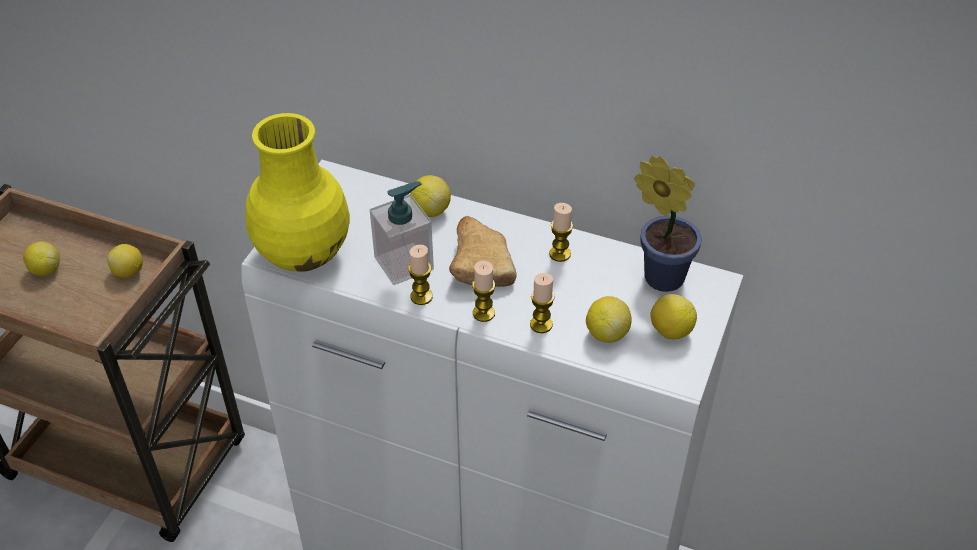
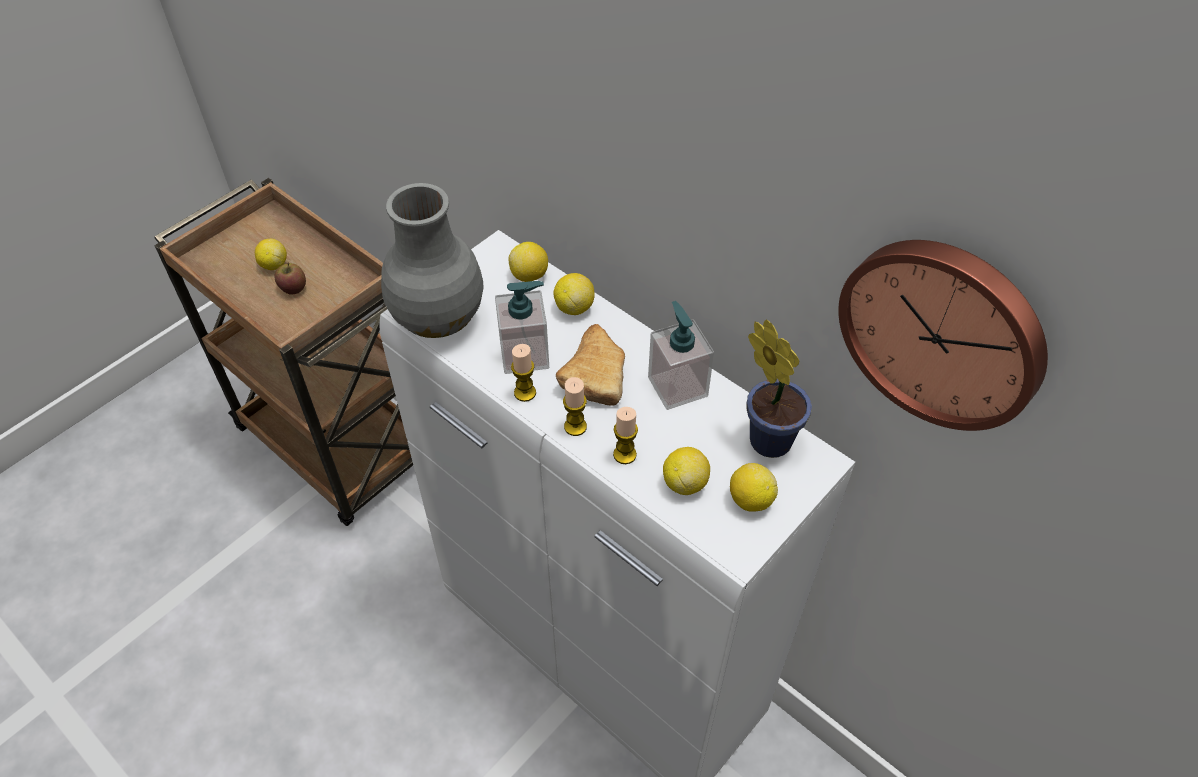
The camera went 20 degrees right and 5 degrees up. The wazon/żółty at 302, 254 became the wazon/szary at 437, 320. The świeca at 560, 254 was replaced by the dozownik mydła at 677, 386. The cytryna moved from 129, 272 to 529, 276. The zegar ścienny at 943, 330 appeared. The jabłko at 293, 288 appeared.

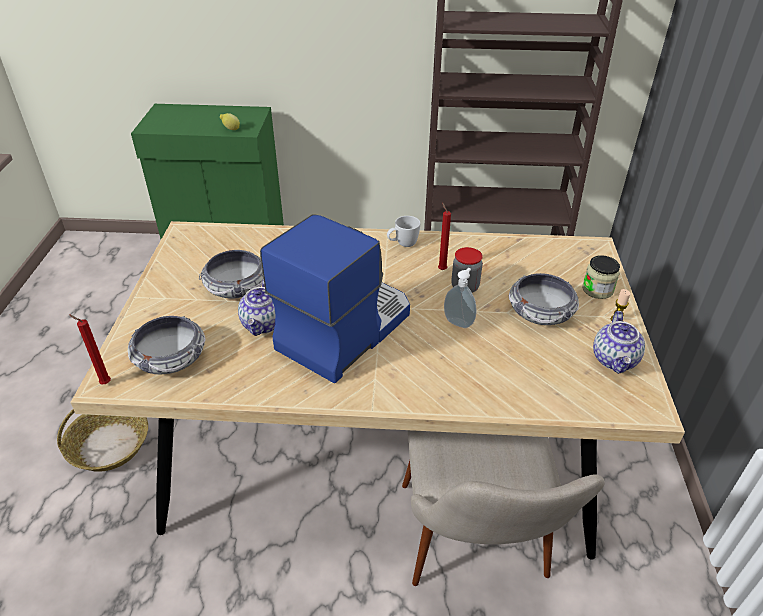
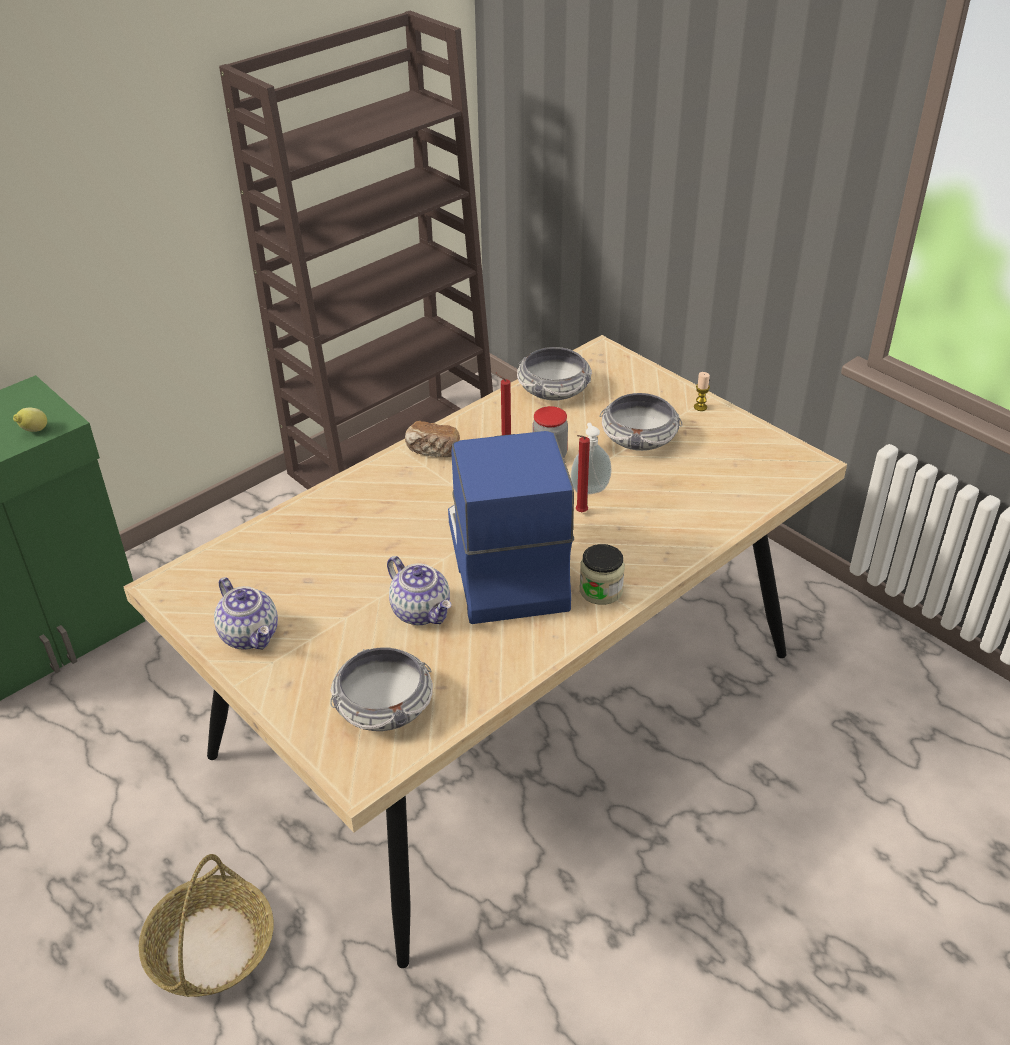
The camera went 45 degrees left and 0 degrees up. The kubek/biały at 402, 245 was replaced by the chleb at 433, 451. The miska moved from 236, 287 to 554, 389. The słoik moved from 597, 289 to 601, 590. The imbryk moved from 615, 360 to 251, 635. The świeca/czerwony moved from 104, 383 to 580, 513. The krzesło/beżowy at 477, 555 disappeared.

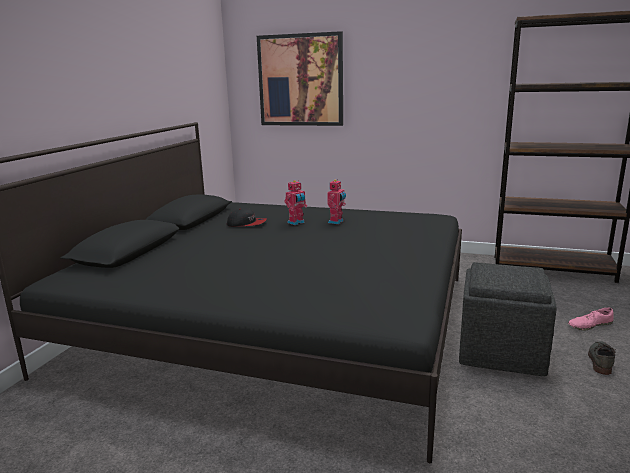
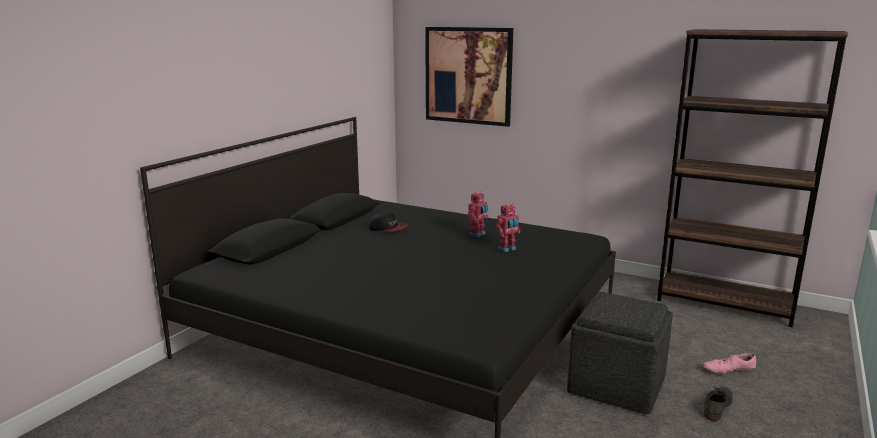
The camera went 10 degrees right and 0 degrees up. The robot zabawkowy moved from 296, 223 to 507, 249.

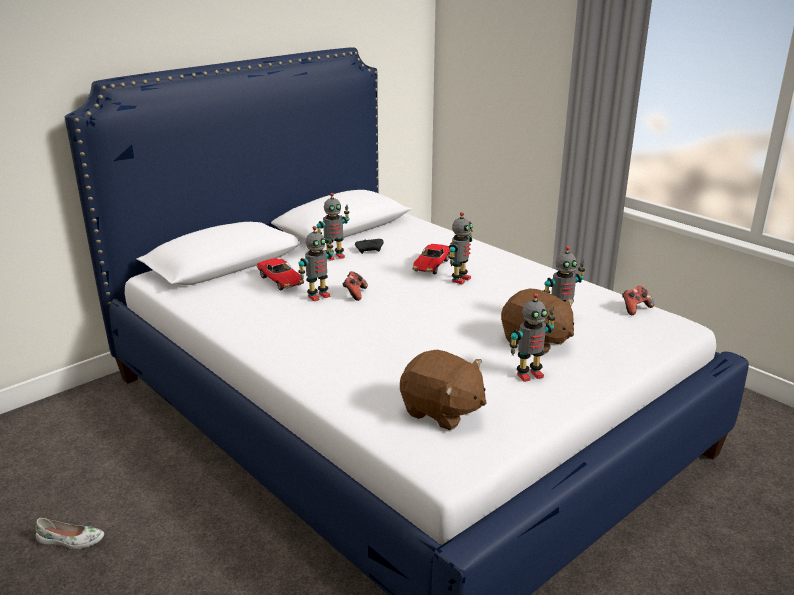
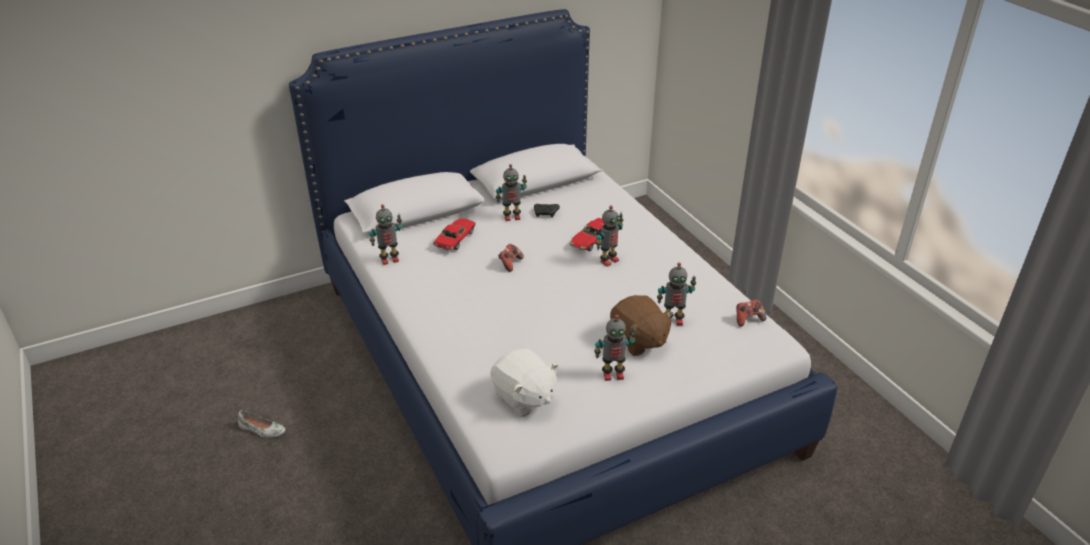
The camera went 15 degrees right and 10 degrees up. The robot zabawkowy moved from 318, 296 to 389, 259. The samochodzik at 281, 281 turned 135 degrees counterclockwise. The pluszak/brązowy at 442, 411 became the pluszak/biały at 524, 397.

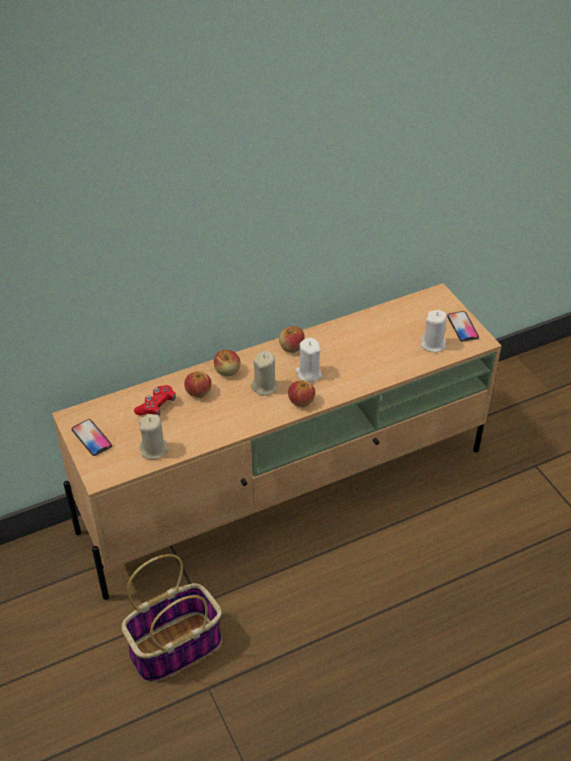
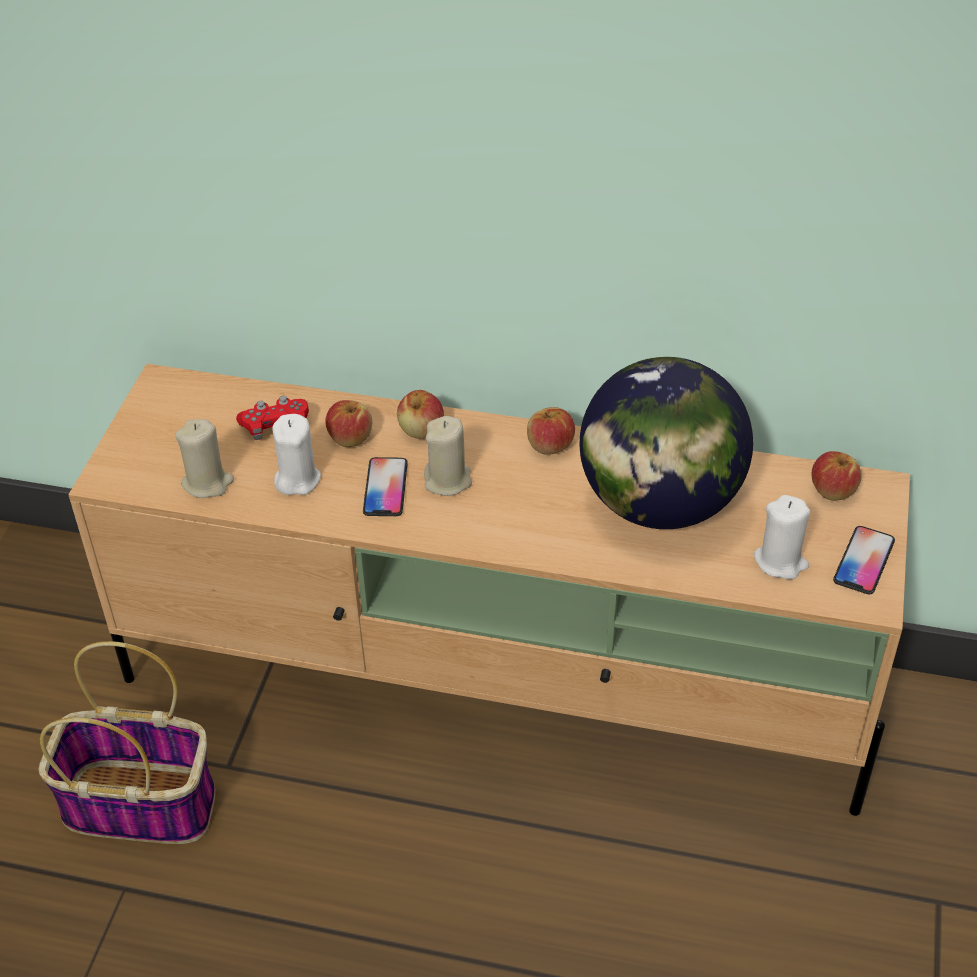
The camera went 40 degrees right and 0 degrees up. The świeca/biały moved from 308, 374 to 297, 479. The jabłko moved from 301, 401 to 832, 490. The telefon moved from 91, 438 to 385, 488. The globus at 659, 504 appeared.

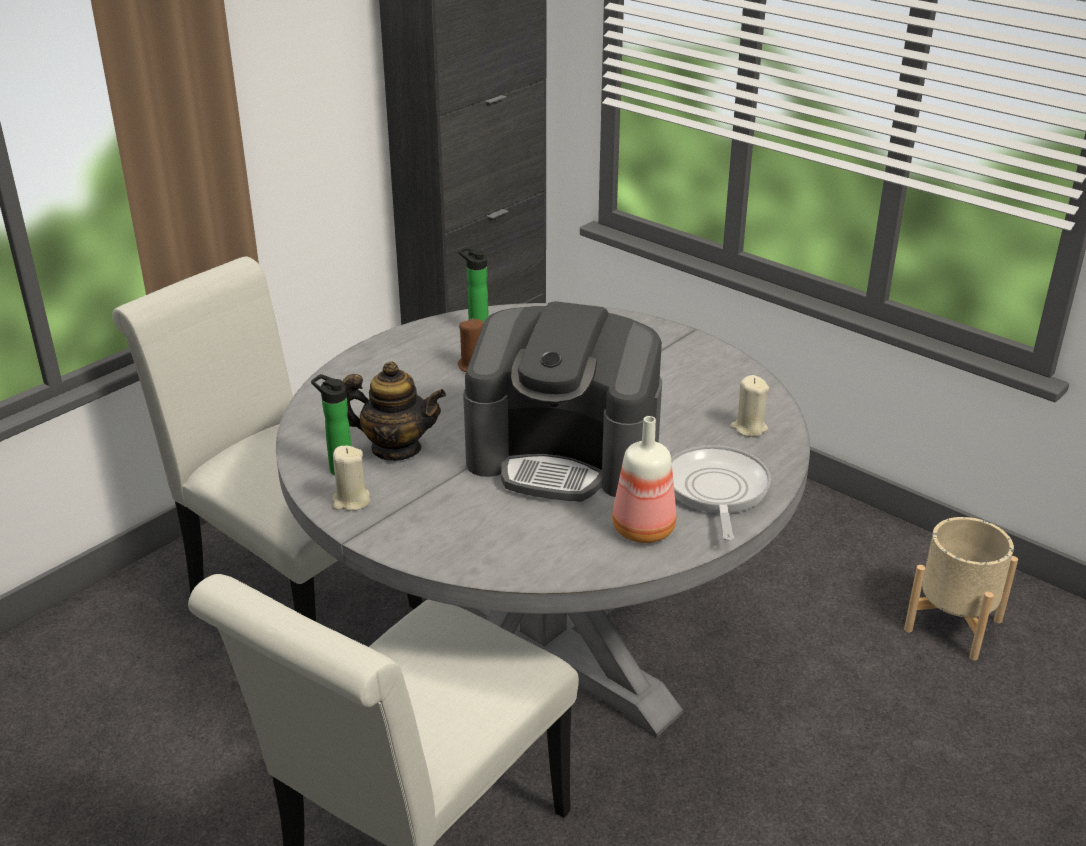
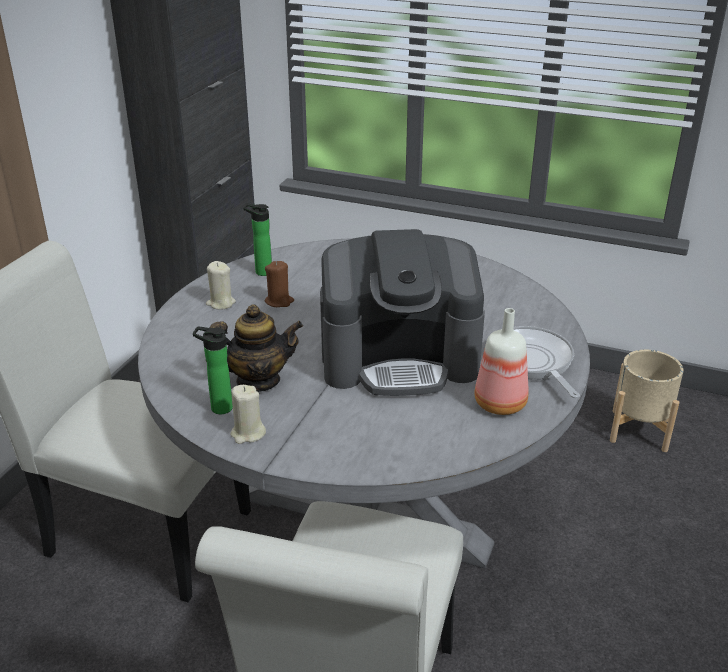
The camera went 20 degrees left and 0 degrees up. The świeca/beżowy moved from 748, 428 to 220, 303.

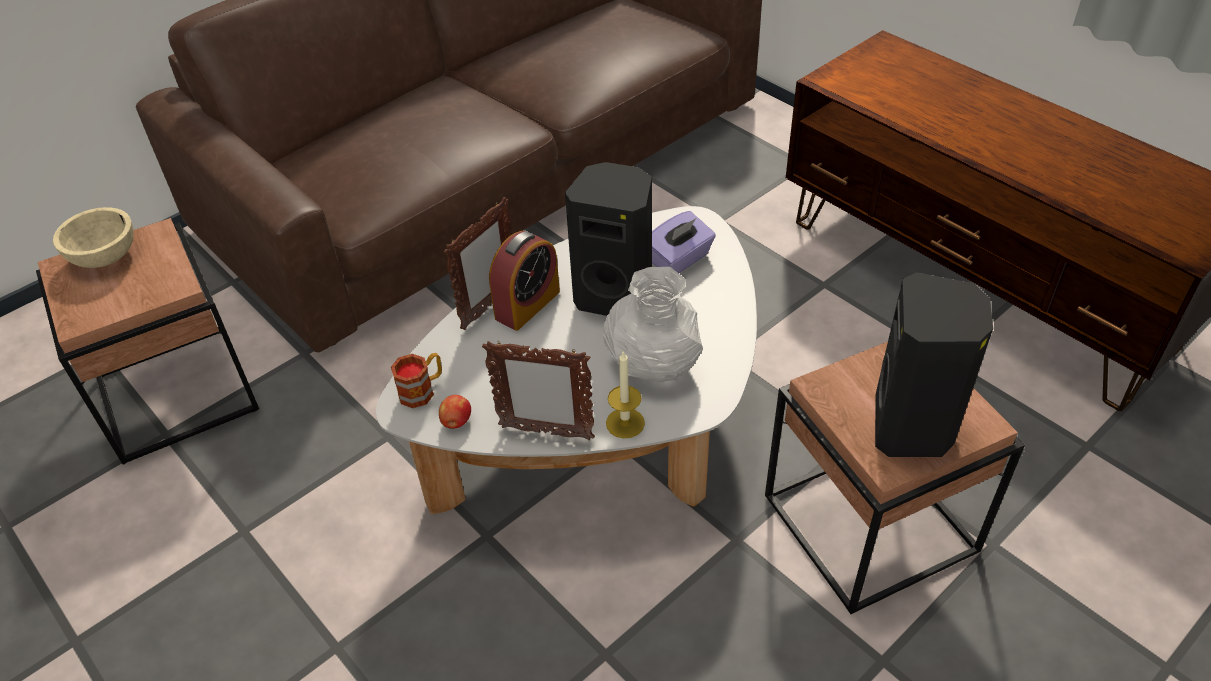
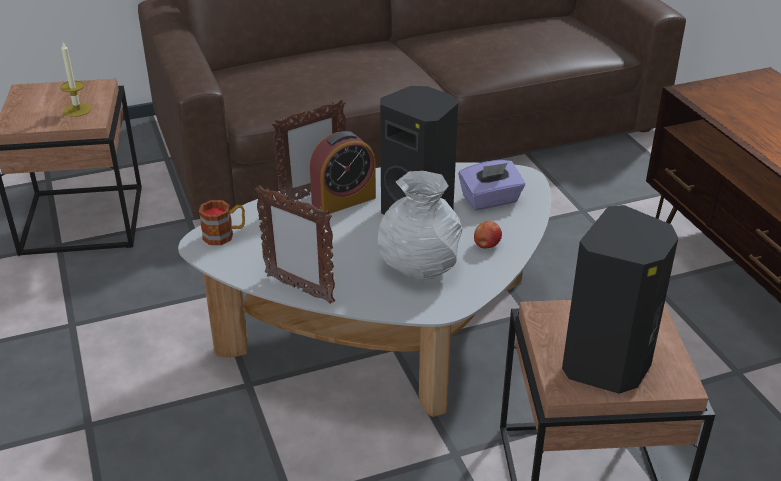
The camera went 20 degrees right and 10 degrees down. The miska/beżowy at 105, 256 disappeared. The świeca moved from 625, 423 to 77, 110. The jabłko moved from 456, 422 to 486, 245.

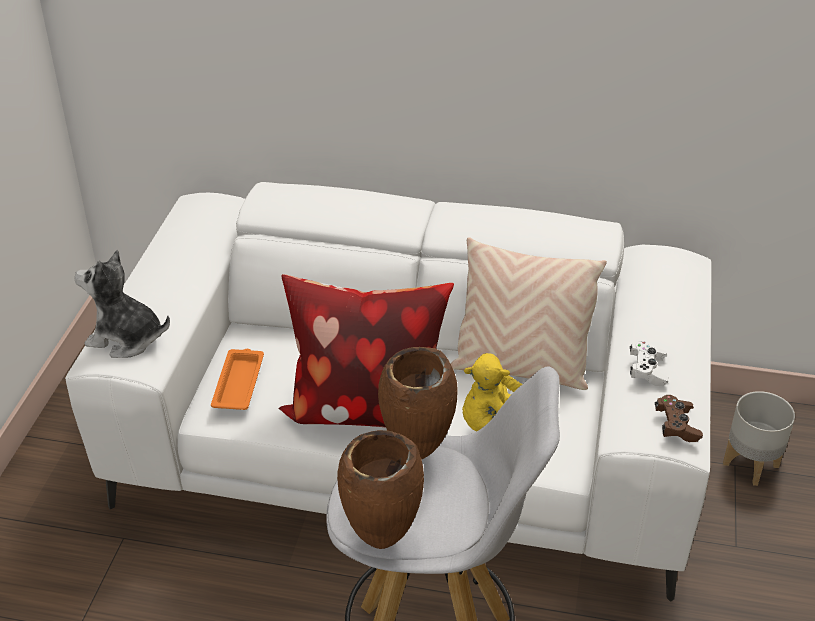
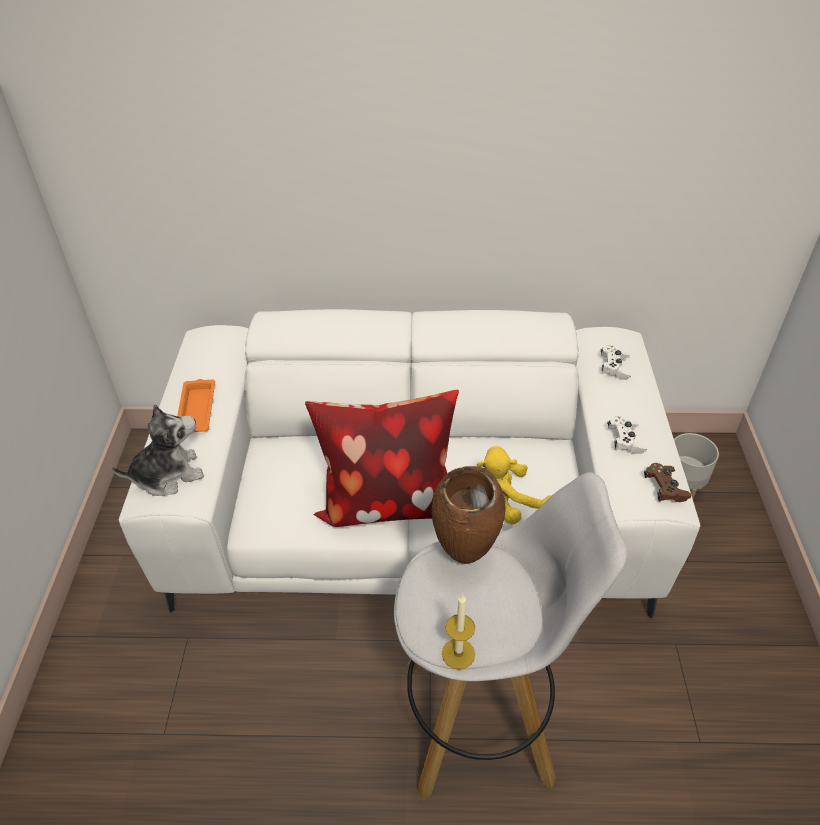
The camera went 10 degrees left and 5 degrees up. The poduszka/beżowy at 521, 368 disappeared. The pluszak at 126, 338 turned 150 degrees clockwise. The taca/pomarańczowy moved from 239, 383 to 197, 409. The wazon/brązowy at 382, 542 was replaced by the świeca at 458, 653. The pad do gier/biały at 614, 368 appeared.

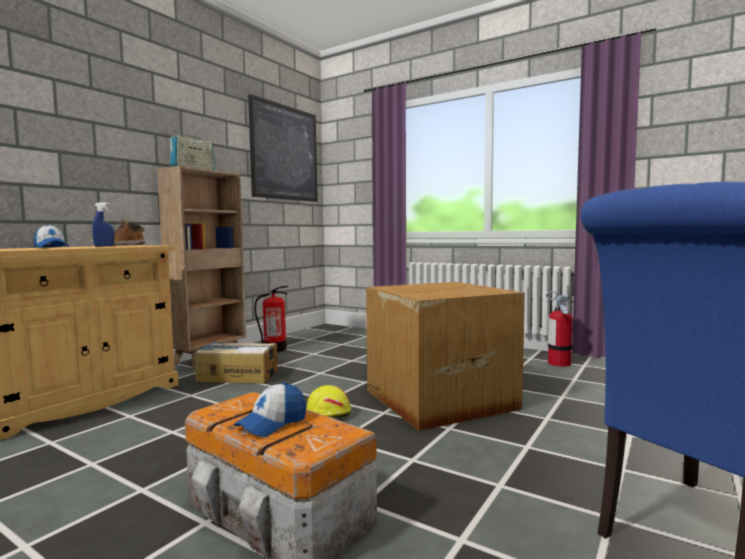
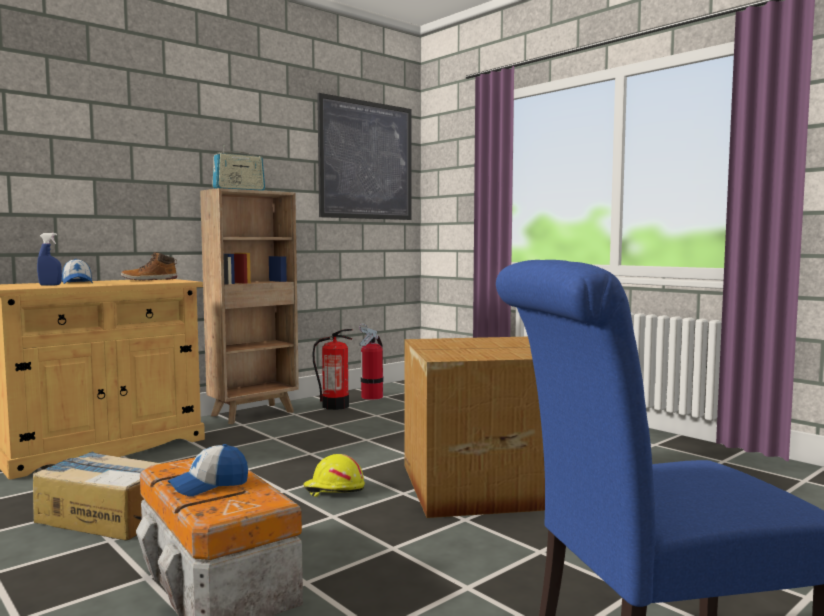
The camera went 15 degrees right and 0 degrees up. The spryskiwacz/niebieski moved from 104, 246 to 50, 285. The gaśnica moved from 559, 363 to 372, 397. The karton moved from 238, 375 to 108, 516.

